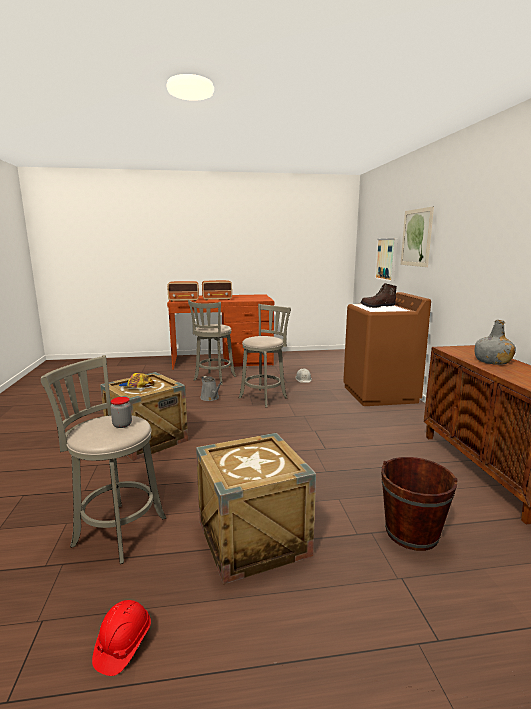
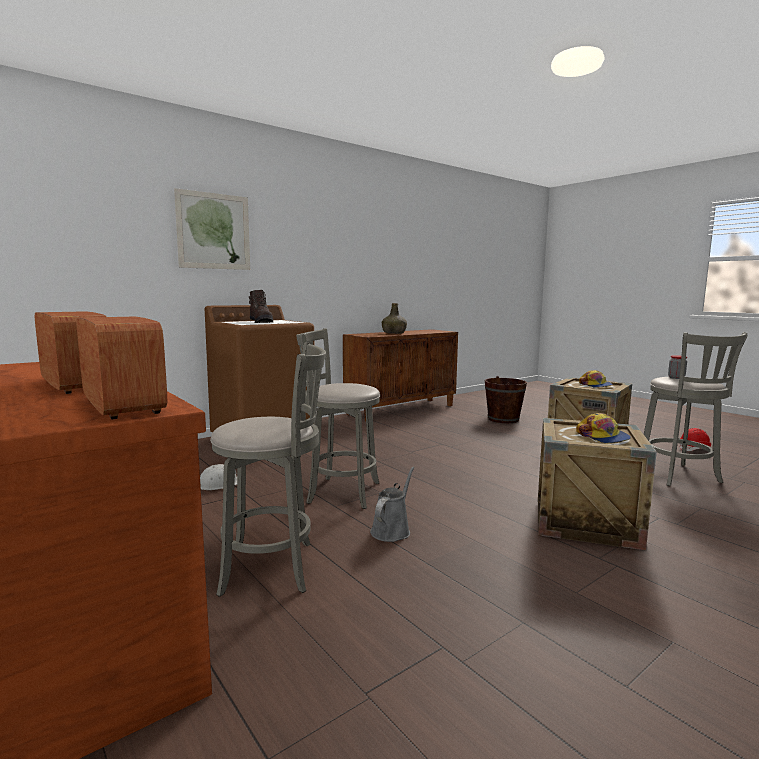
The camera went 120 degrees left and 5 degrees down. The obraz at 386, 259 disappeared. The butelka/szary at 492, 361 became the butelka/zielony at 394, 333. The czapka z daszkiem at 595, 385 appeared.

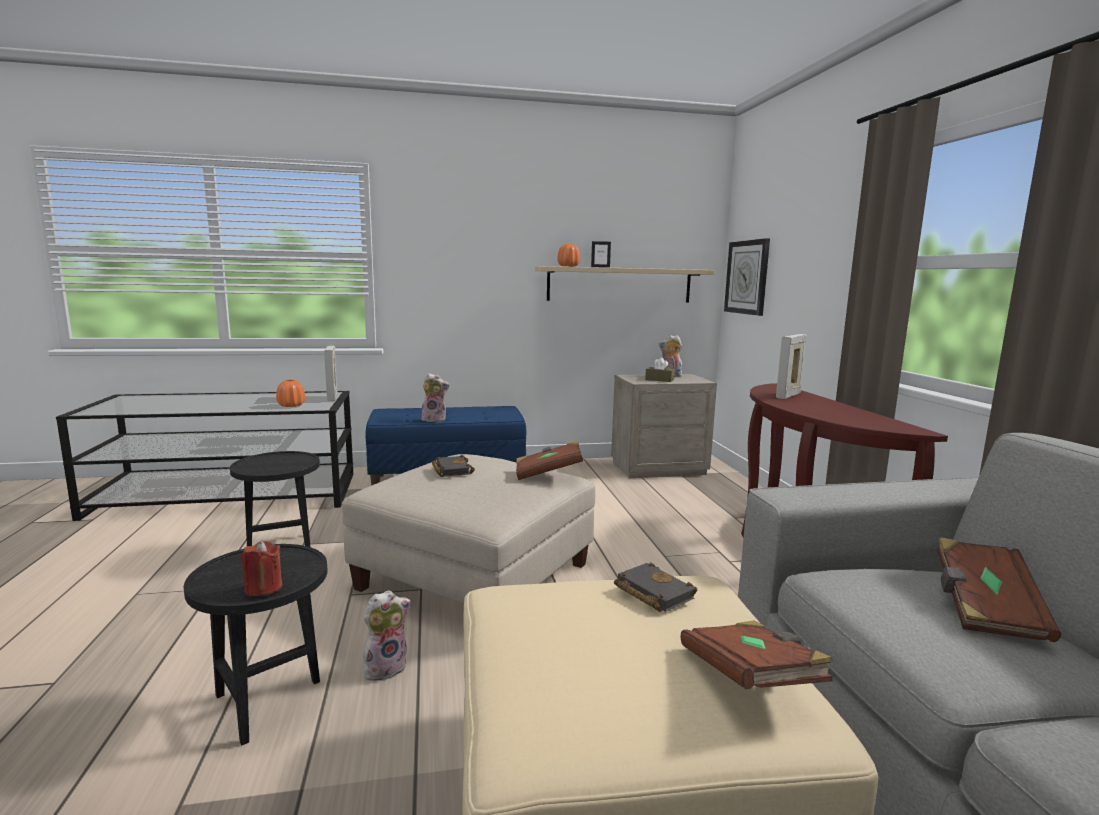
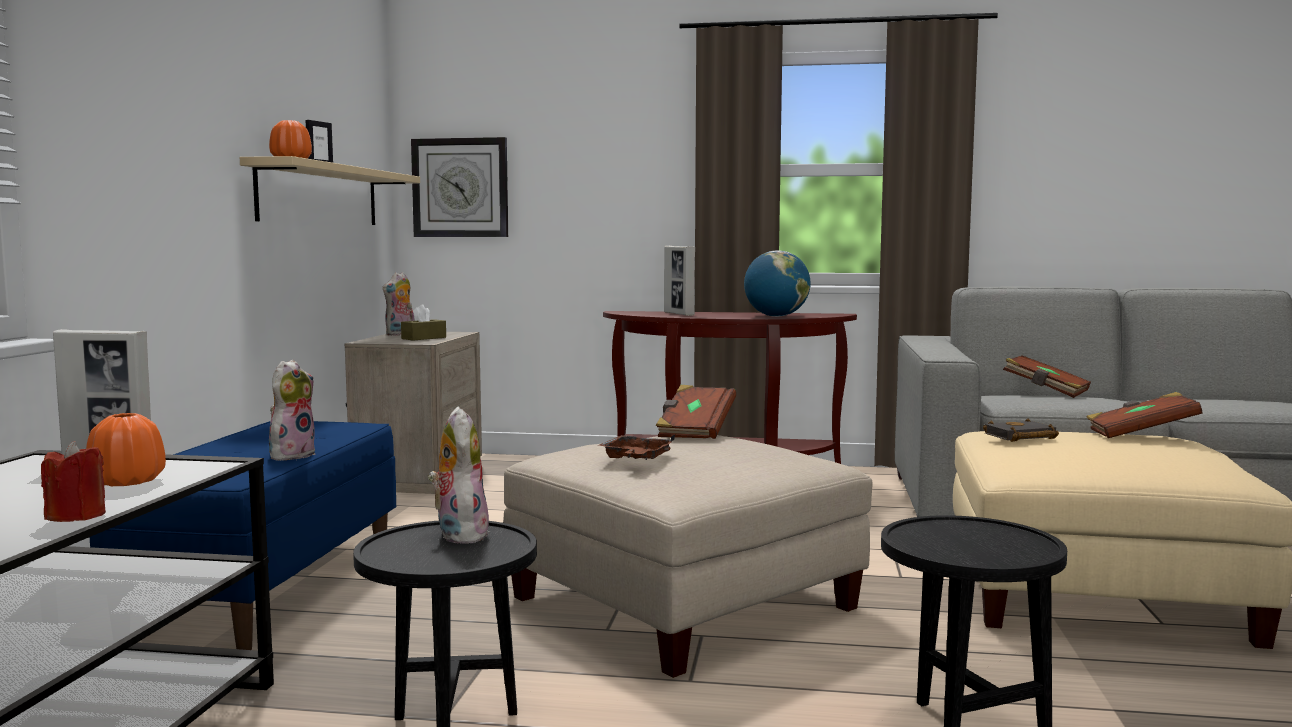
The camera went 70 degrees left and 5 degrees down. The książka/czarny at 450, 470 was replaced by the taca/brązowy at 636, 459. The świeca/czerwony moved from 263, 588 to 76, 516. The pluszak moved from 386, 667 to 459, 534. The globus at 776, 316 appeared.

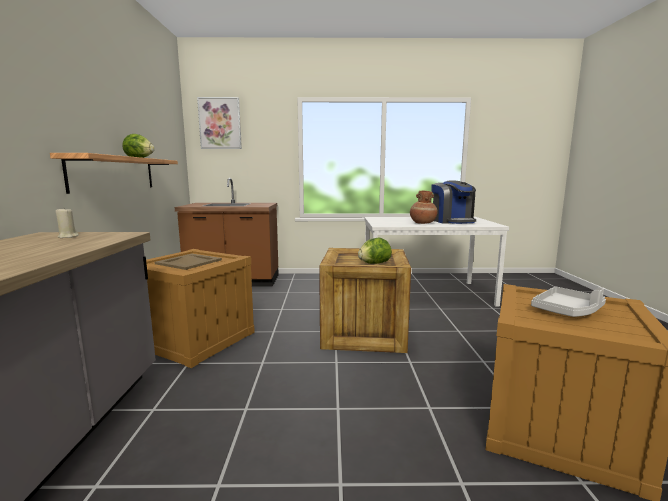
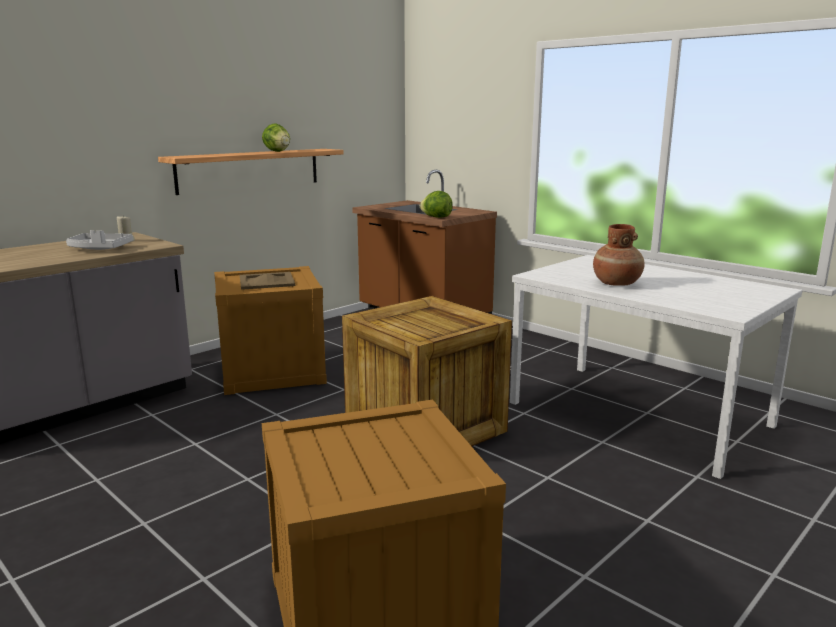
The camera went 45 degrees right and 5 degrees up. The obraz at 220, 123 disappeared. The ekspres do kawy at 452, 221 disappeared. The sałata moved from 374, 263 to 436, 217. The taca/szary moved from 567, 311 to 100, 249.

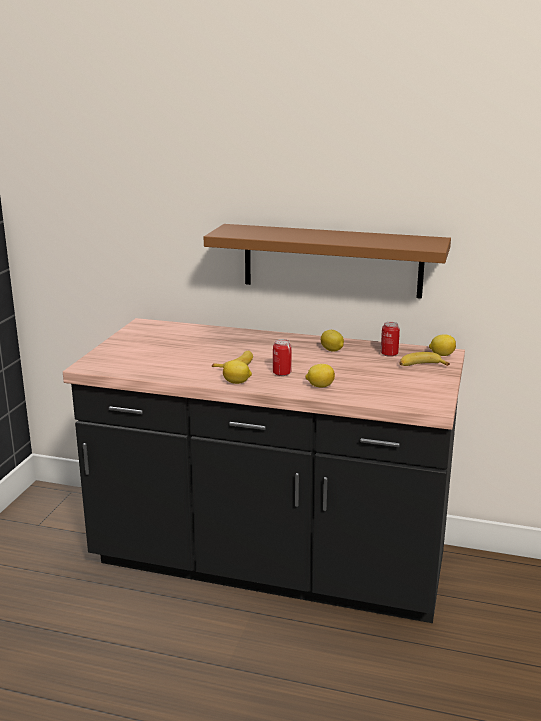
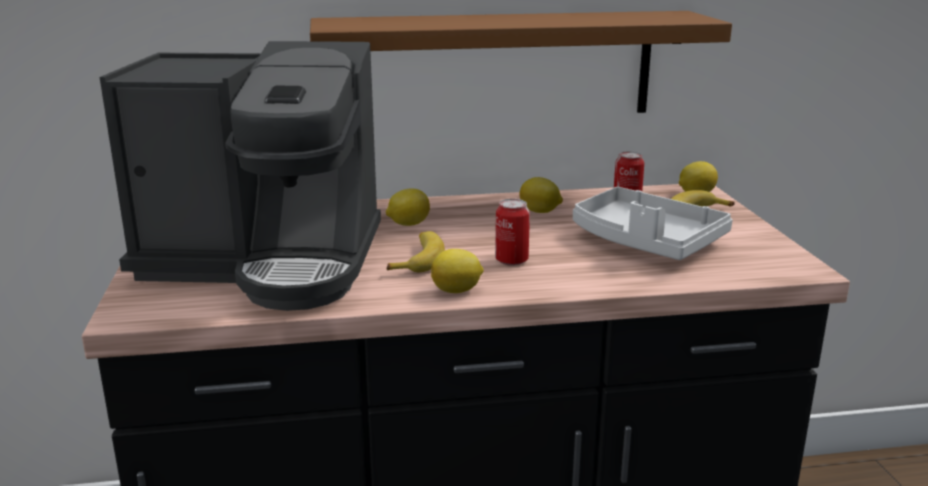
The camera went 25 degrees left and 0 degrees up. The cytryna moved from 319, 386 to 408, 224. The ekspres do kawy at 267, 262 appeared. The taca/szary at 645, 242 appeared.

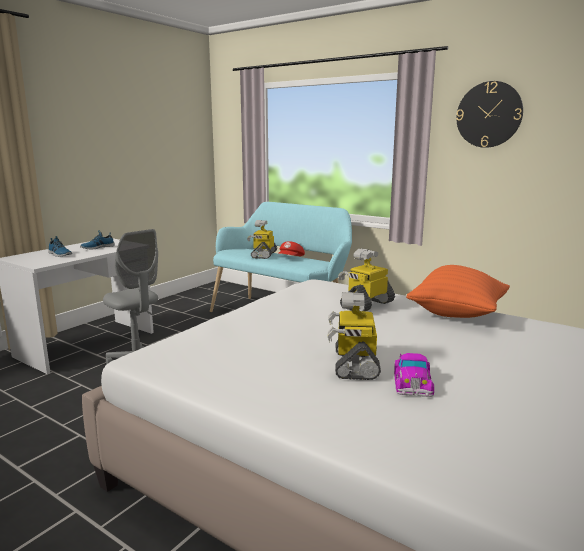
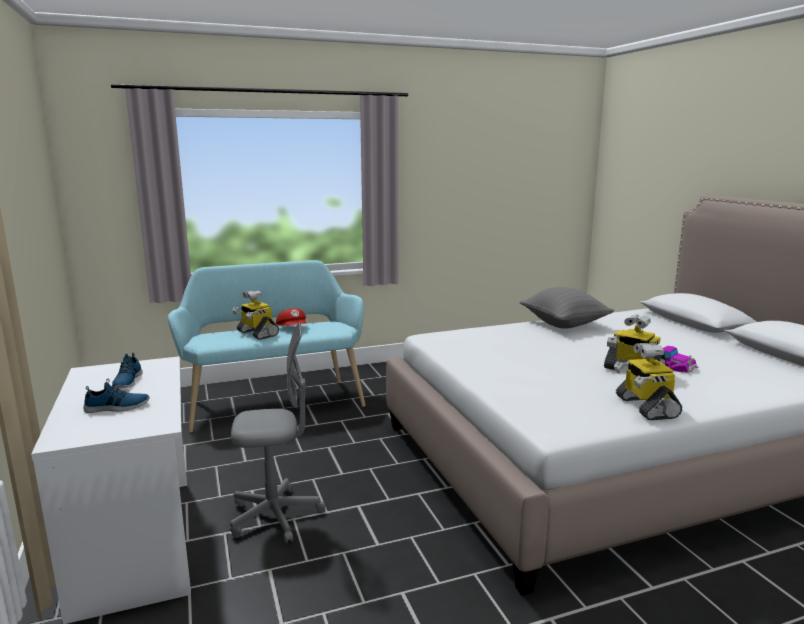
The camera went 55 degrees left and 0 degrees up. The zegar ścienny at 489, 114 disappeared. The robot zabawkowy moved from 366, 304 to 645, 407. The poduszka/pomarańczowy at 457, 314 became the poduszka/szary at 564, 324.

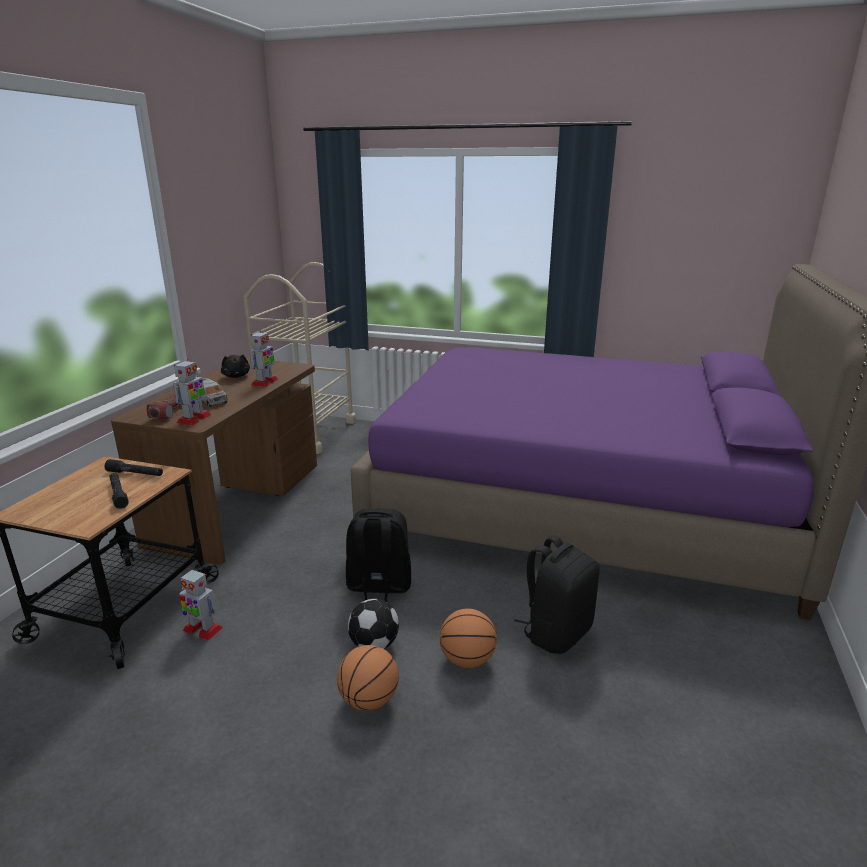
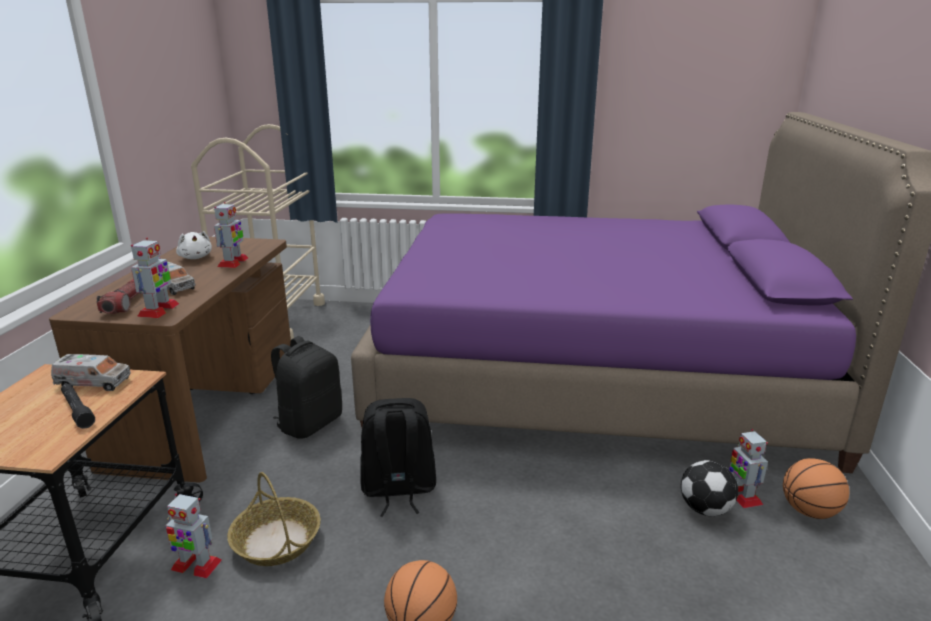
The camera went 10 degrees left and 0 degrees up. The pluszak/czarny at 236, 376 became the pluszak/biały at 196, 257. The latarka/czarny at 135, 474 was replaced by the ciężarówka zabawkowa at 94, 383. The plecak/czarny moved from 556, 632 to 310, 423. The piłka futbolowa moved from 374, 644 to 705, 508. The piłka do koszykówki moved from 467, 660 to 809, 511. The robot zabawkowy at 741, 494 appeared. The koszyk at 277, 541 appeared.

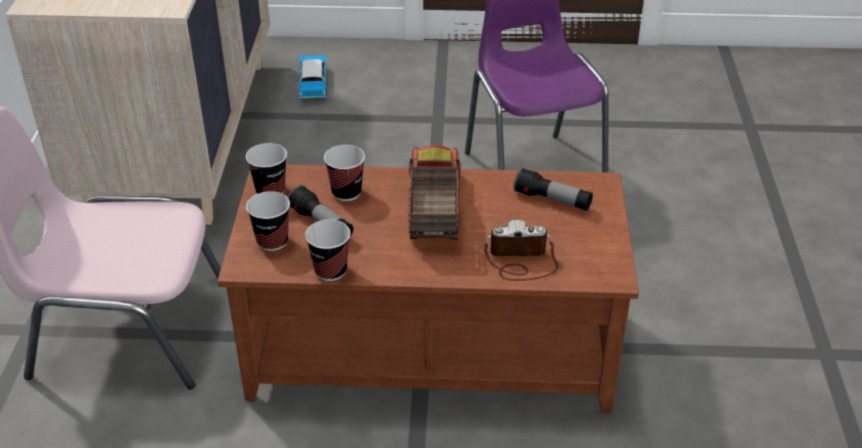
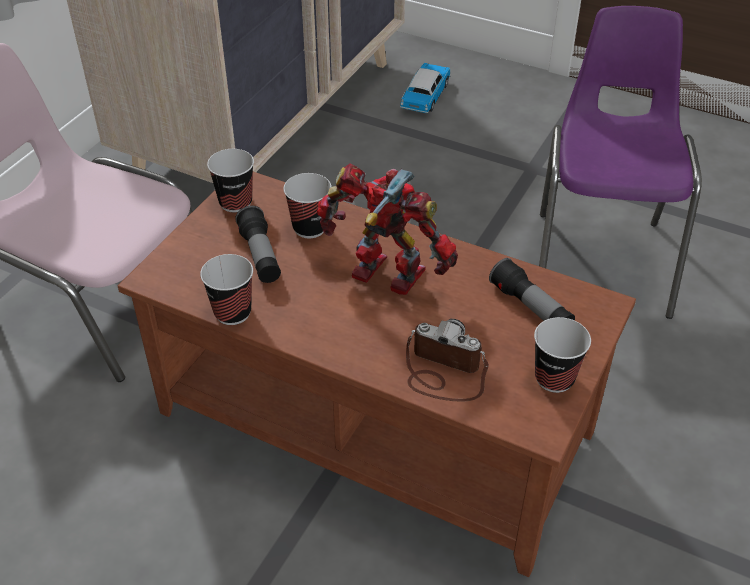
The camera went 25 degrees right and 5 degrees up. The ciężarówka zabawkowa at 432, 210 was replaced by the robot zabawkowy at 386, 277. The filiżanka moved from 272, 241 to 554, 378.

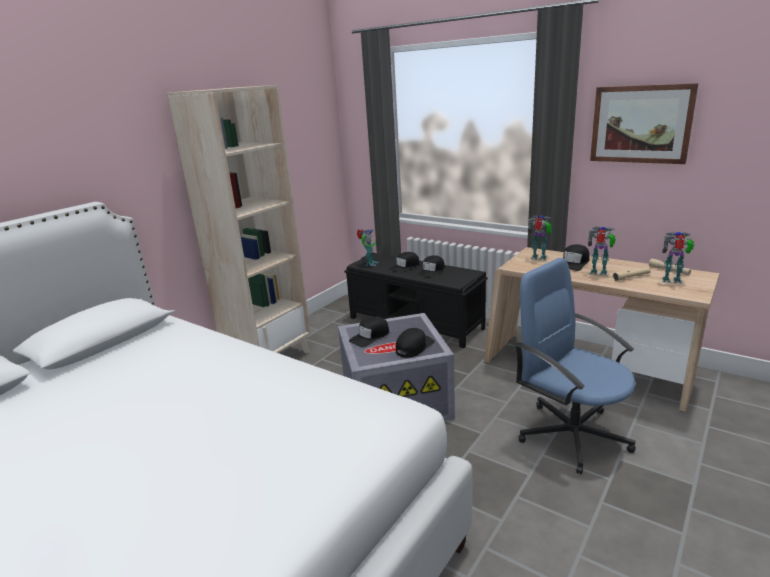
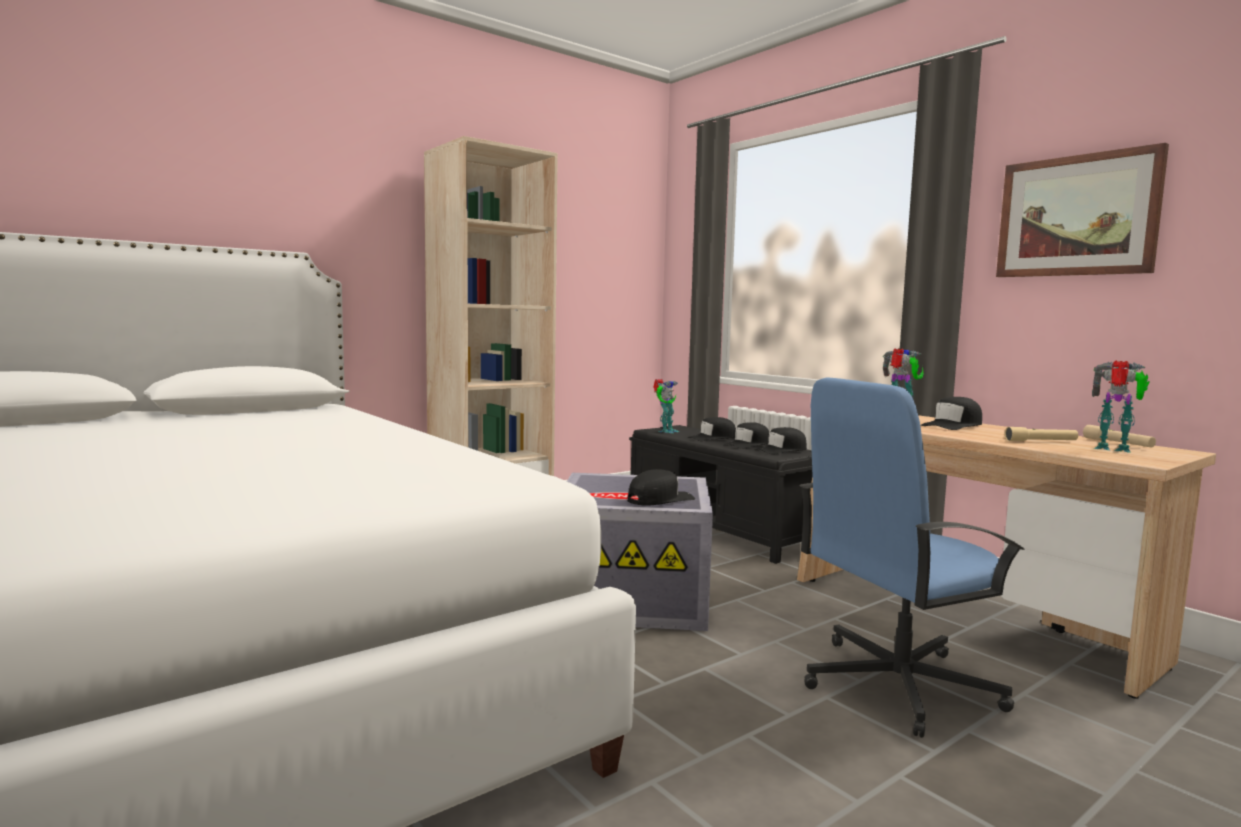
The camera went 15 degrees right and 15 degrees down. The robot zabawkowy at 599, 273 disappeared. The krzesło biurowe/niebieski at 571, 434 turned 90 degrees counterclockwise. The czapka z daszkiem/czarny moved from 370, 337 to 781, 450.

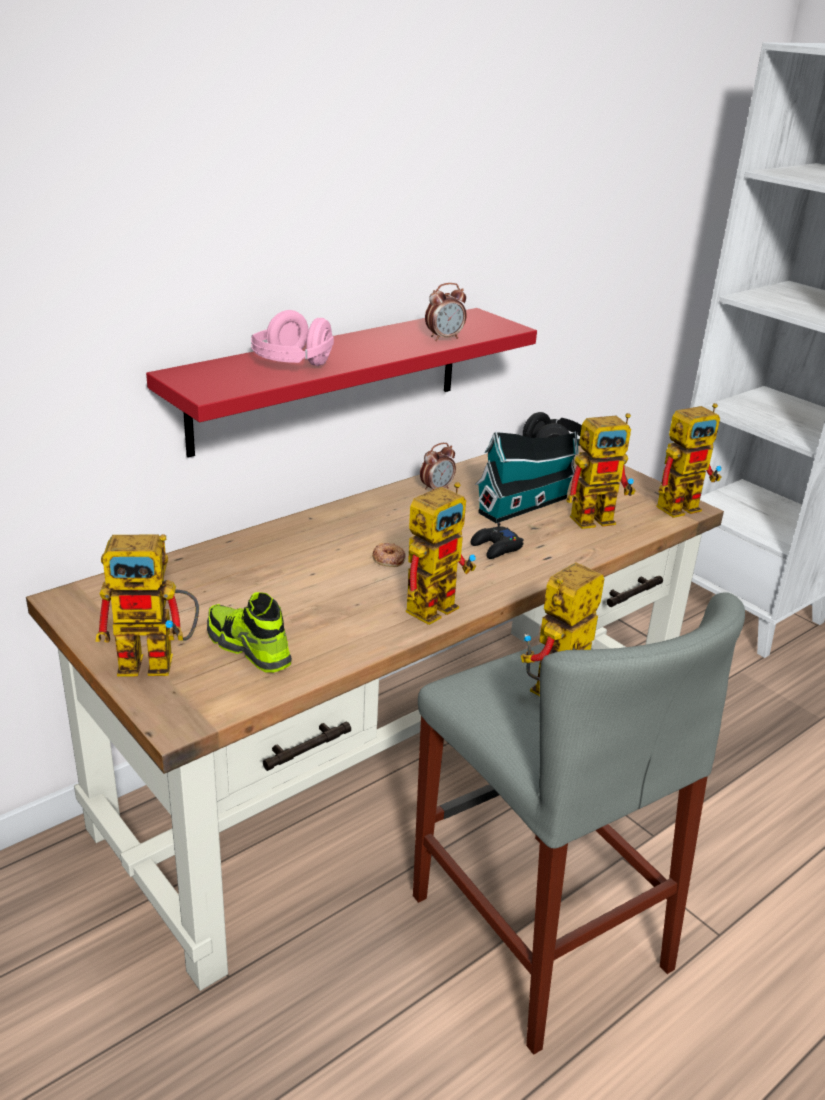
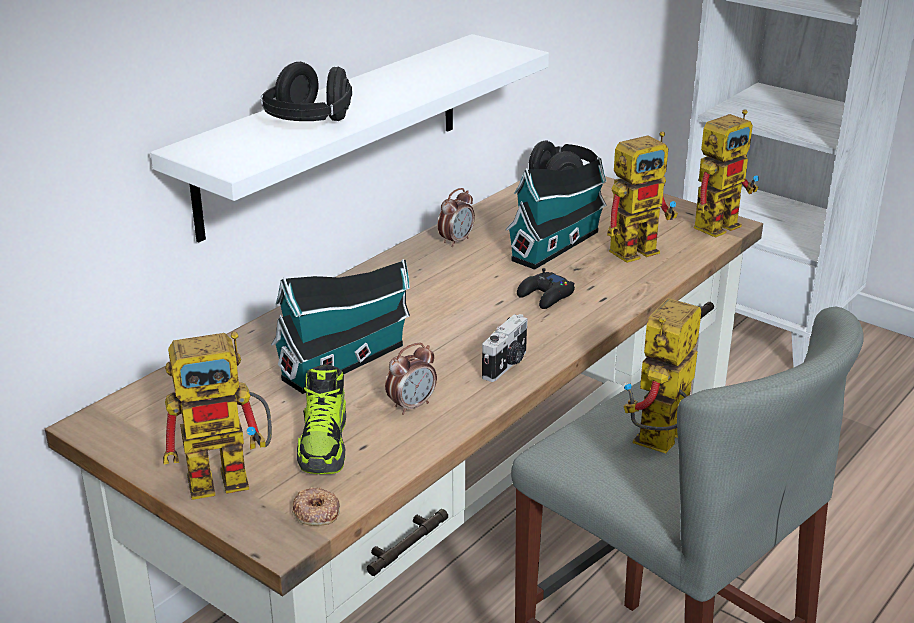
The camera went 10 degrees left and 0 degrees up. The budzik moved from 444, 338 to 412, 406. The półka/czerwony at 329, 379 became the półka/biały at 333, 133. The słuchawki/różowy at 292, 365 became the słuchawki/czarny at 309, 123. The robot zabawkowy at 436, 603 was replaced by the aparat fotograficzny at 506, 365. The donut moved from 388, 559 to 316, 512. The but at 248, 648 turned 120 degrees counterclockwise. The domek at 347, 360 appeared.

